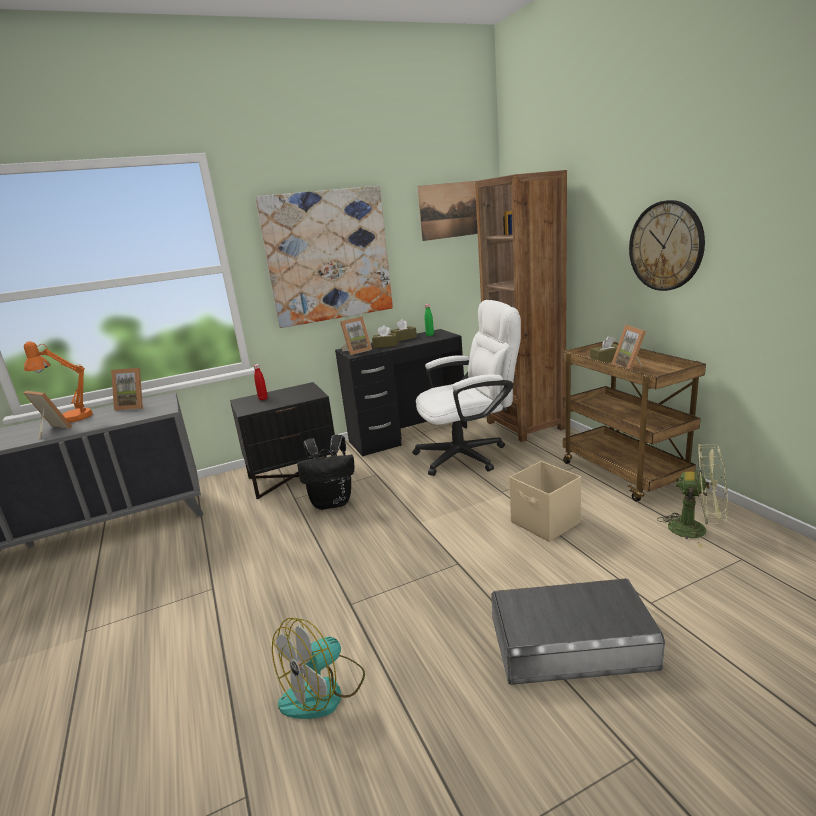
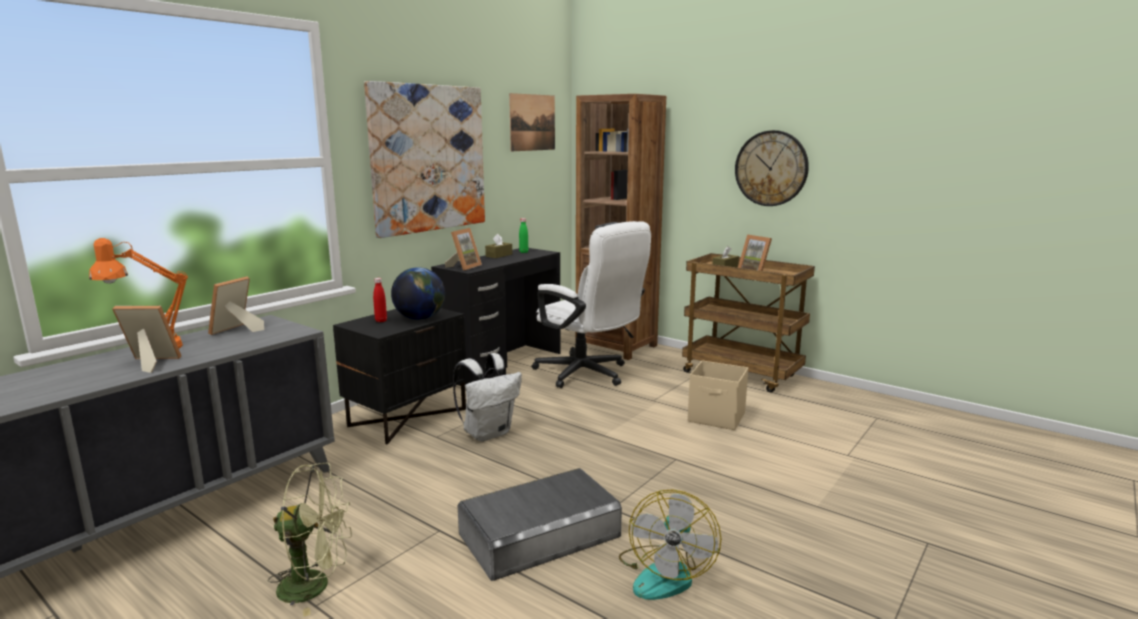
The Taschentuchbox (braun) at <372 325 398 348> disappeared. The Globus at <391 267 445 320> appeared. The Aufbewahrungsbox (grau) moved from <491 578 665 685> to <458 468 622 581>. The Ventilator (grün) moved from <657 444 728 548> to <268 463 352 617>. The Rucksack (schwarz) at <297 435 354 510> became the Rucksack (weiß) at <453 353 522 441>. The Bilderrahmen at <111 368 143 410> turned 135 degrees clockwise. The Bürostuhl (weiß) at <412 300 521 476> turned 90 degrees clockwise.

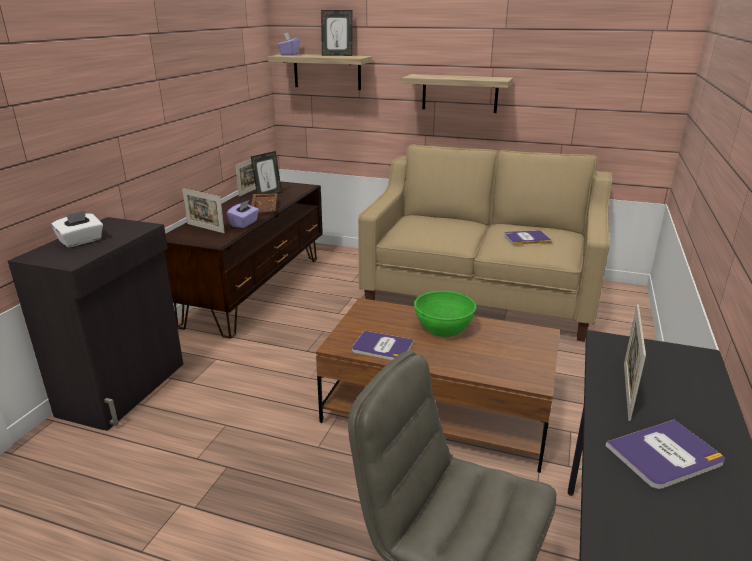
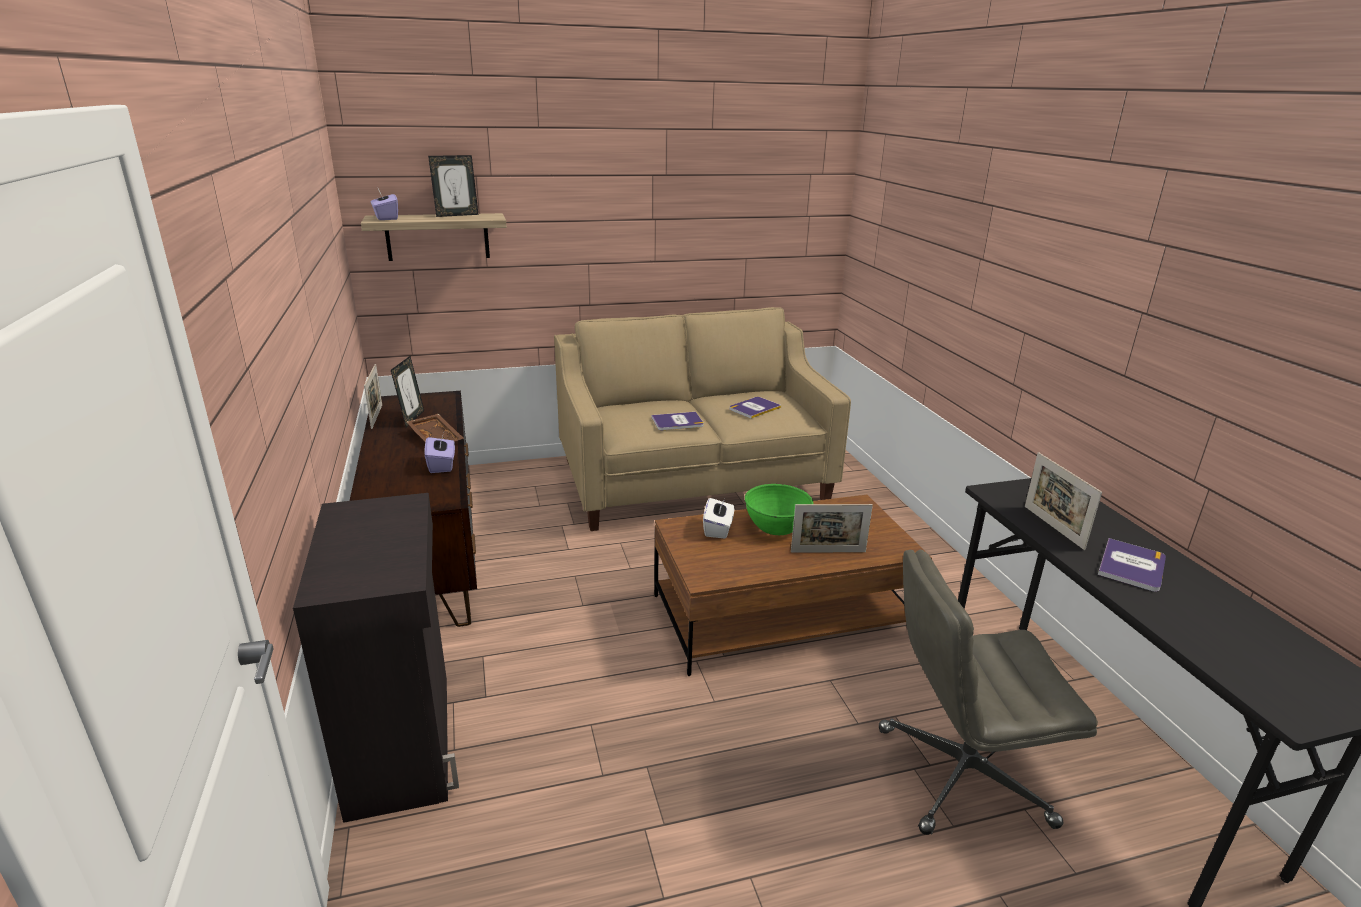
The Wandregal at <402 74 513 113> disappeared. The Taschentuchbox (weiß) moved from <51 211 103 248> to <703 498 735 539>. The Bilderrahmen moved from <182 188 225 233> to <791 504 873 553>. The Buch moved from <352 330 414 360> to <652 412 704 430>.

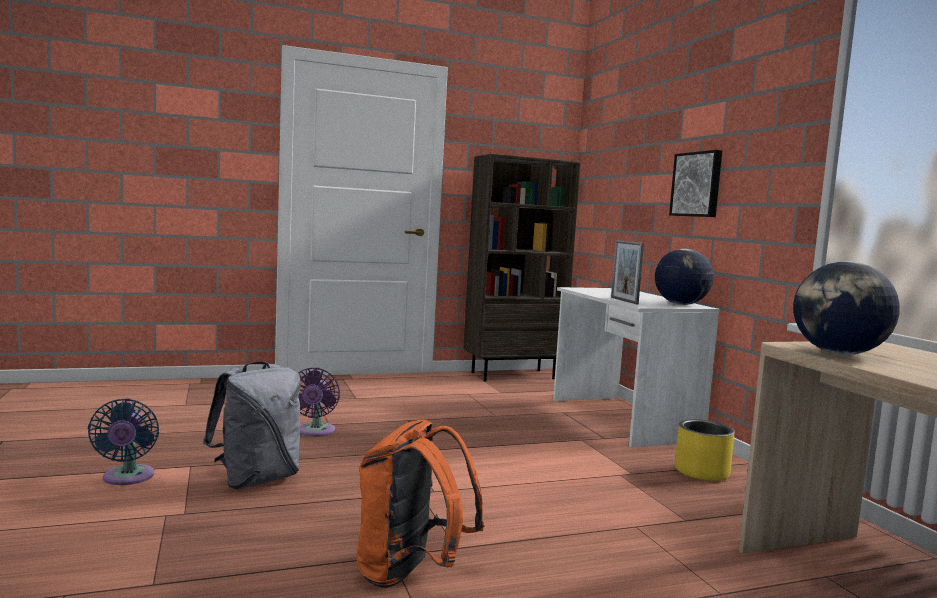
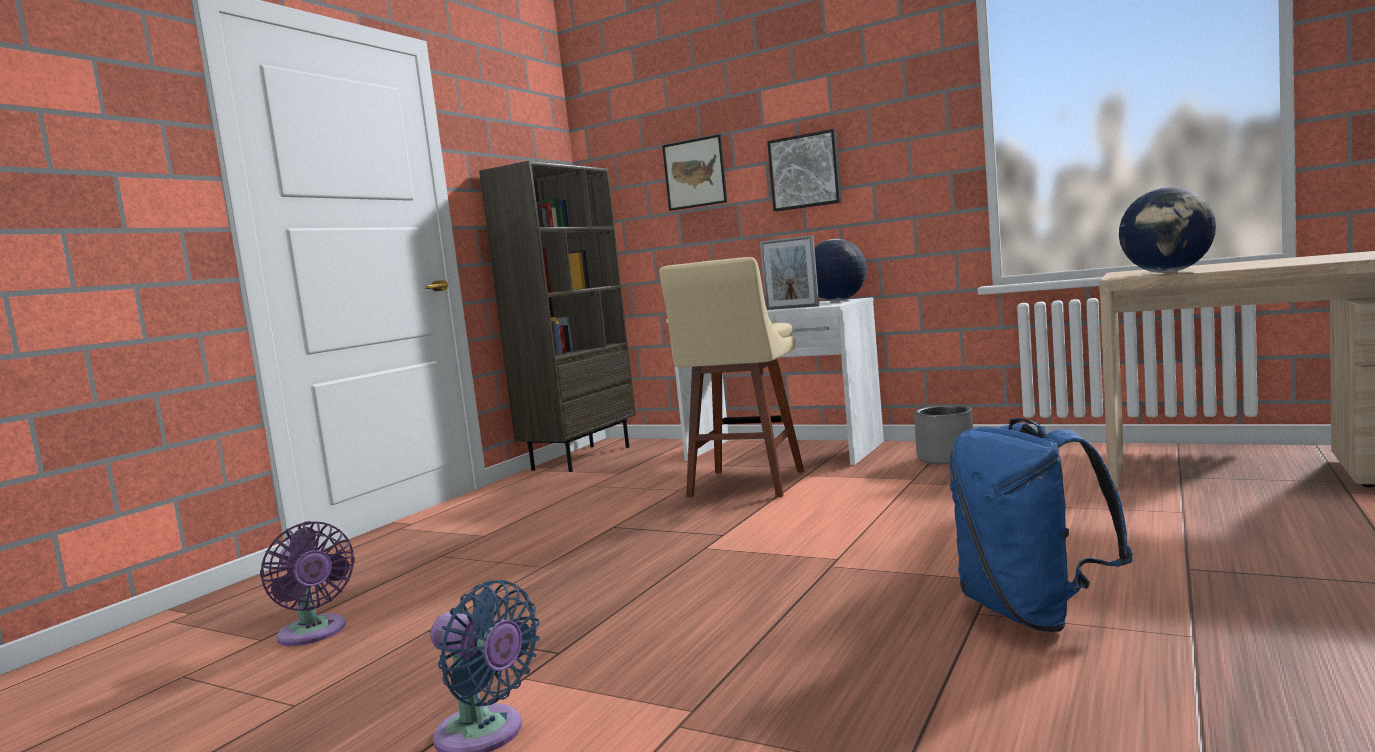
The Rucksack (grau) at <203 361 301 489> disappeared. The Hocker (beige) at <659 257 804 497> appeared. The Bild at <662 134 727 211> appeared. The Ventilator (lila) moved from <298 367 340 437> to <260 521 355 646>. The Rucksack (orange) at <357 419 485 588> became the Rucksack (blau) at <949 418 1133 632>. The Pflanzkübel (gelb) at <675 419 734 481> became the Pflanzkübel (grau) at <914 405 973 465>.

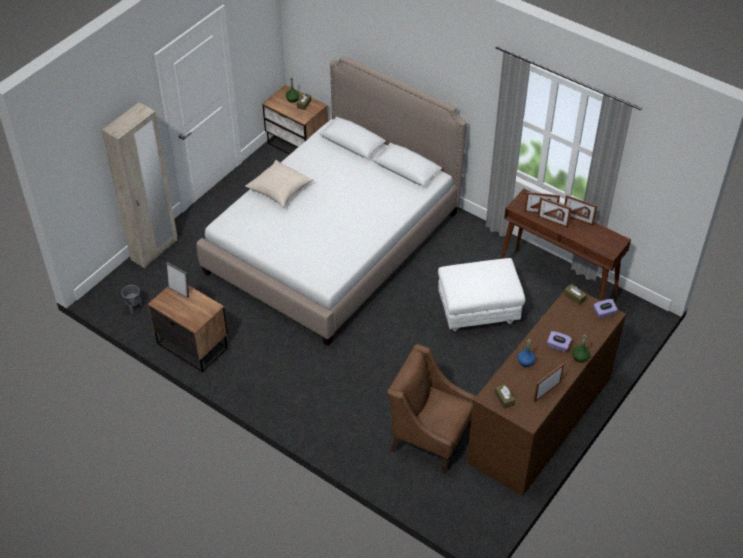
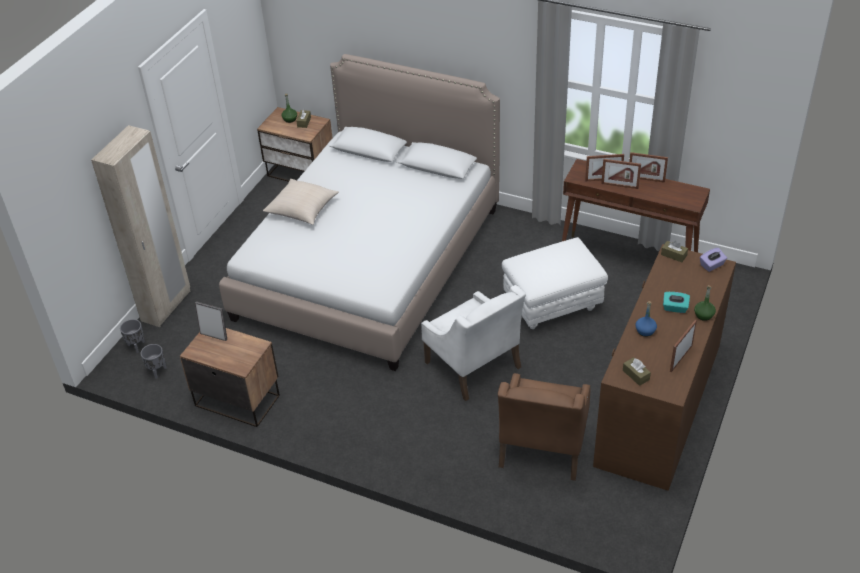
The Pflanzkübel (grau) at <120 319 145 353> appeared. The Sessel (weiß) at <421 285 526 401> appeared. The Taschentuchbox (lila) at <547 331 572 352> became the Taschentuchbox (türkis) at <663 292 690 313>. The Sessel (braun) at <387 344 476 474> turned 90 degrees counterclockwise.

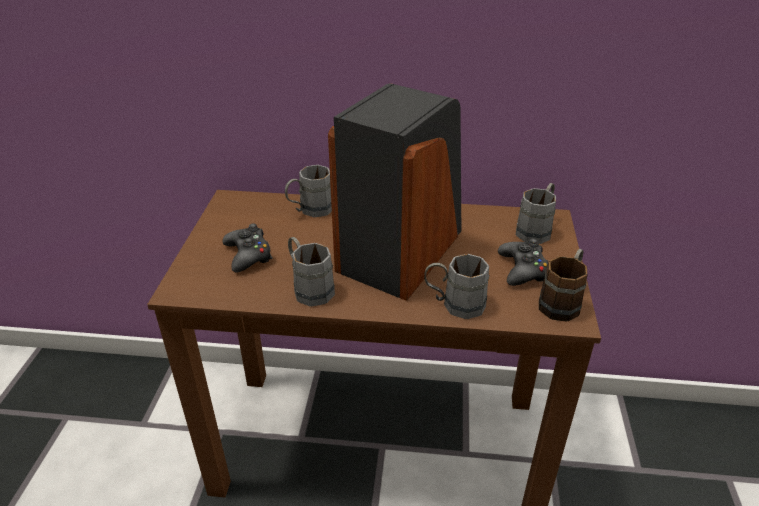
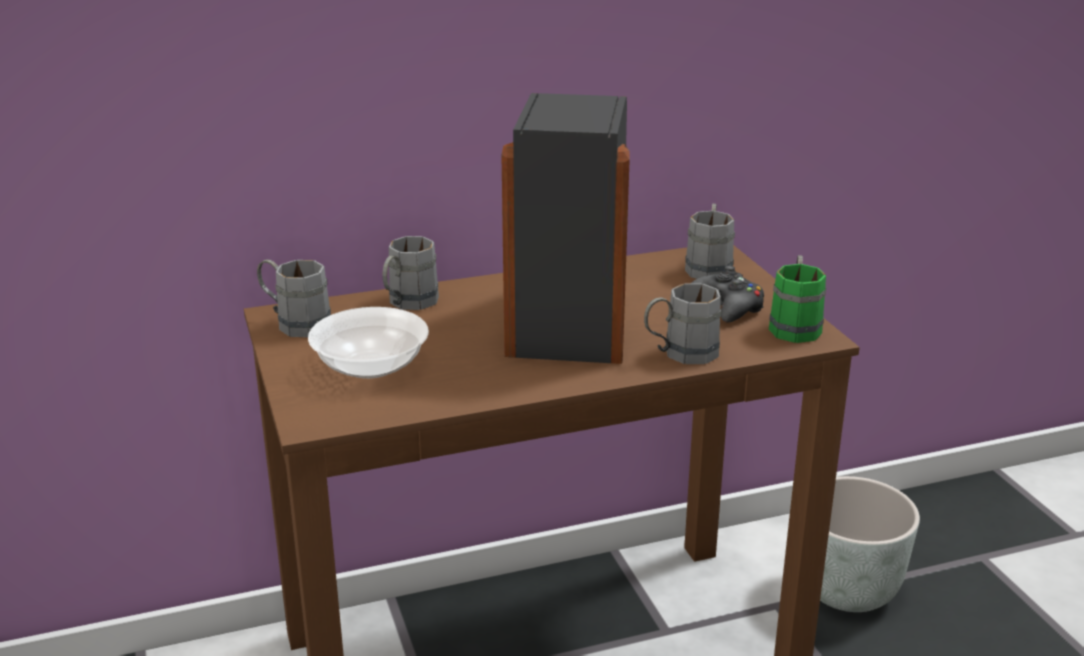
The Pflanzkübel (grau) at <820 476 920 612> appeared. The Henkelbecher (grau) moved from <288 237 335 307> to <257 259 331 337>. The Gamepad (schwarz) at <223 223 273 273> was replaced by the Schüssel at <308 307 429 379>. The Henkelbecher (braun) at <539 249 588 322> became the Henkelbecher (grün) at <769 255 826 343>.

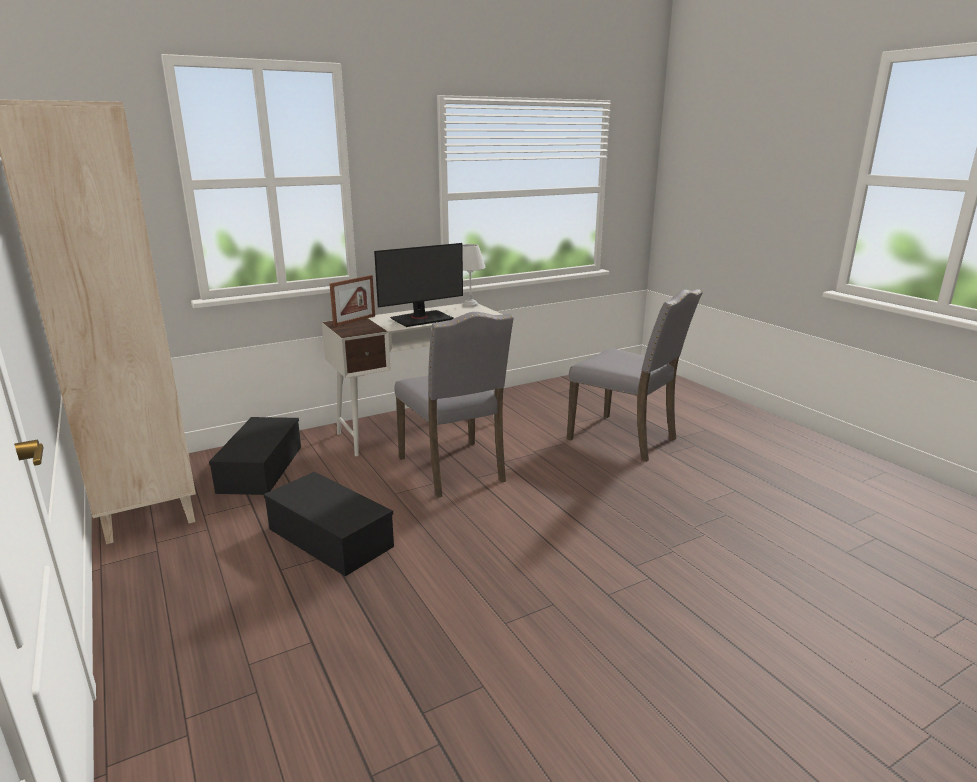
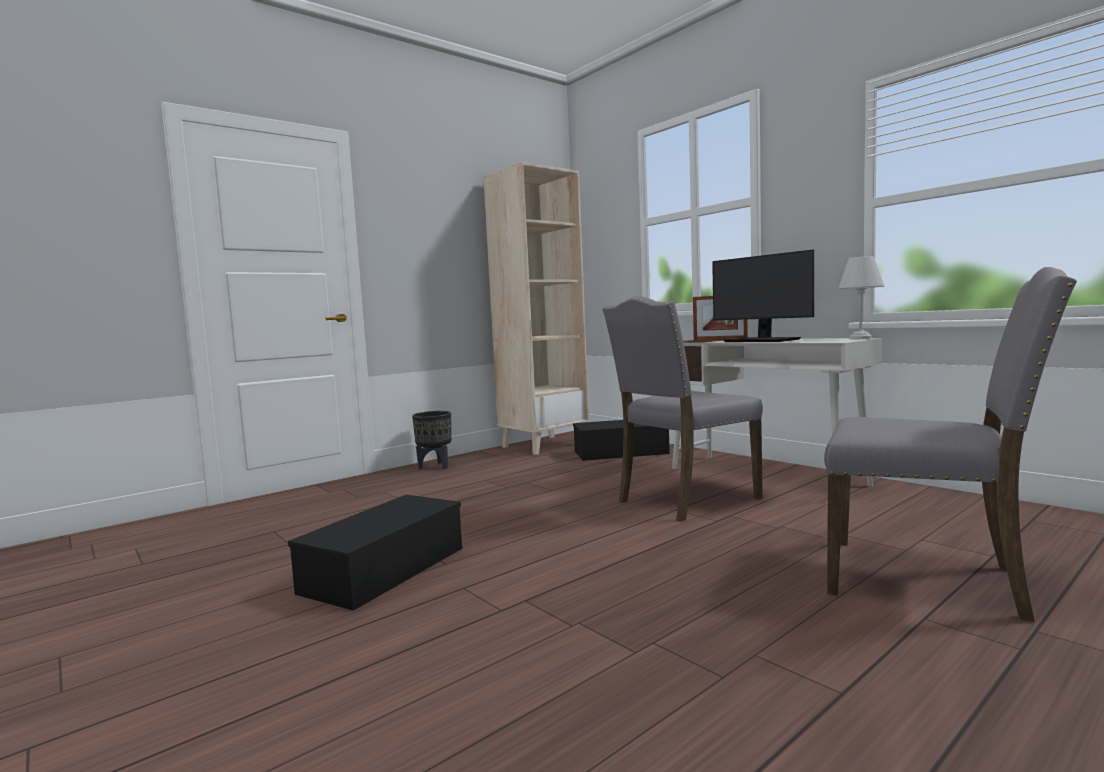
The Pflanzkübel (schwarz) at <412 411 452 469> appeared. The Aufbewahrungsbox (schwarz) moved from <264 472 394 576> to <288 495 462 611>. The Stuhl (grau) at <567 289 703 462> turned 90 degrees counterclockwise.

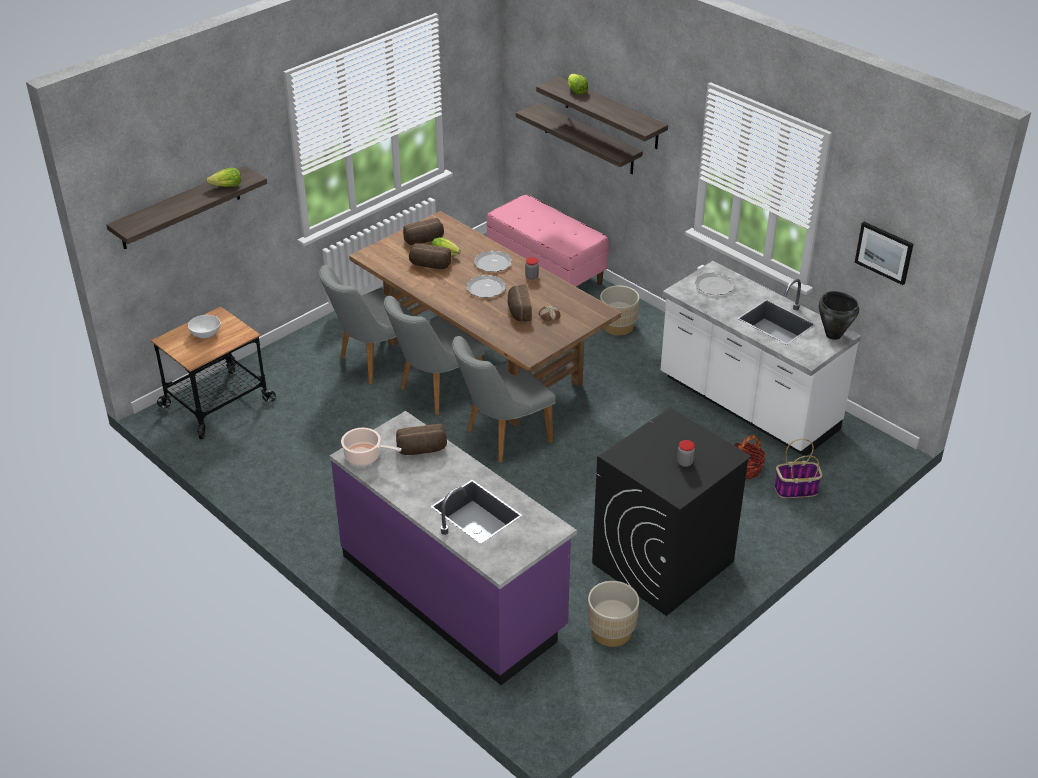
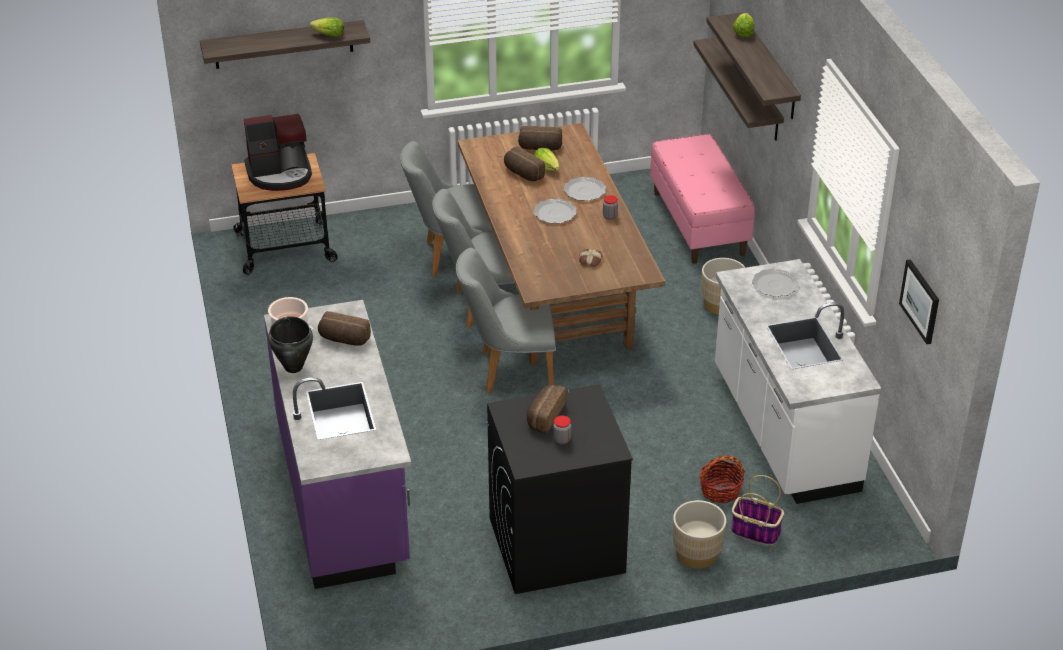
The Brot moved from <508 285 532 321> to <527 385 566 434>. The Pflanzkübel (beige) moved from <588 581 639 647> to <673 500 726 569>. The Kochtopf (schwarz) moved from <819 291 859 340> to <268 316 313 373>. The Schüssel (weiß) at <188 315 221 338> was replaced by the Kaffeemaschine at <244 114 312 191>.

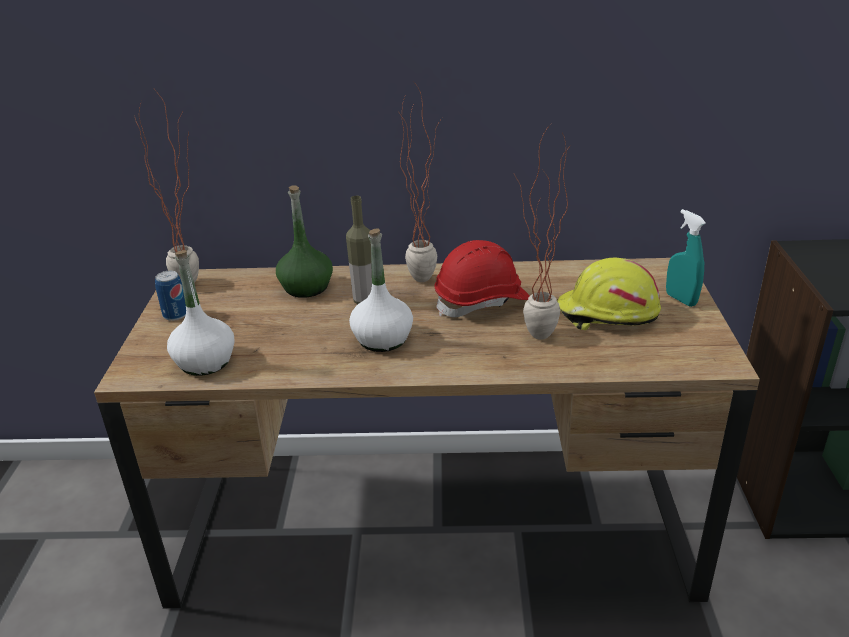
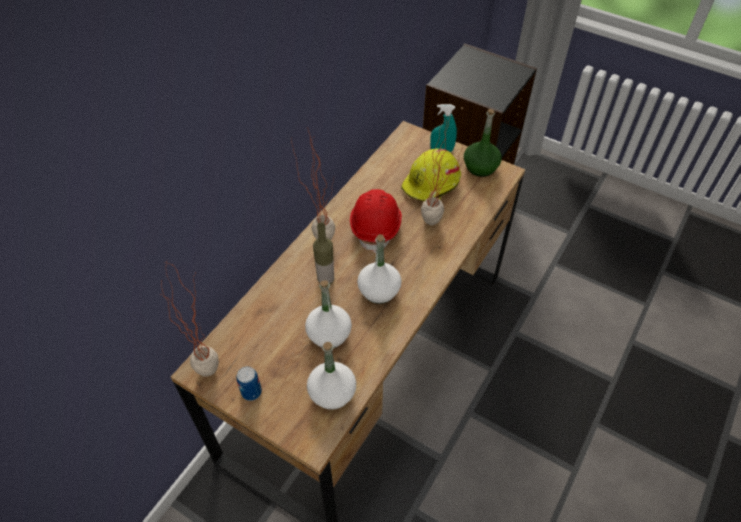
The Flasche (weiß) at <305 280 352 348> appeared. The Flasche (grün) moved from <276 186 333 298> to <464 109 502 177>.

